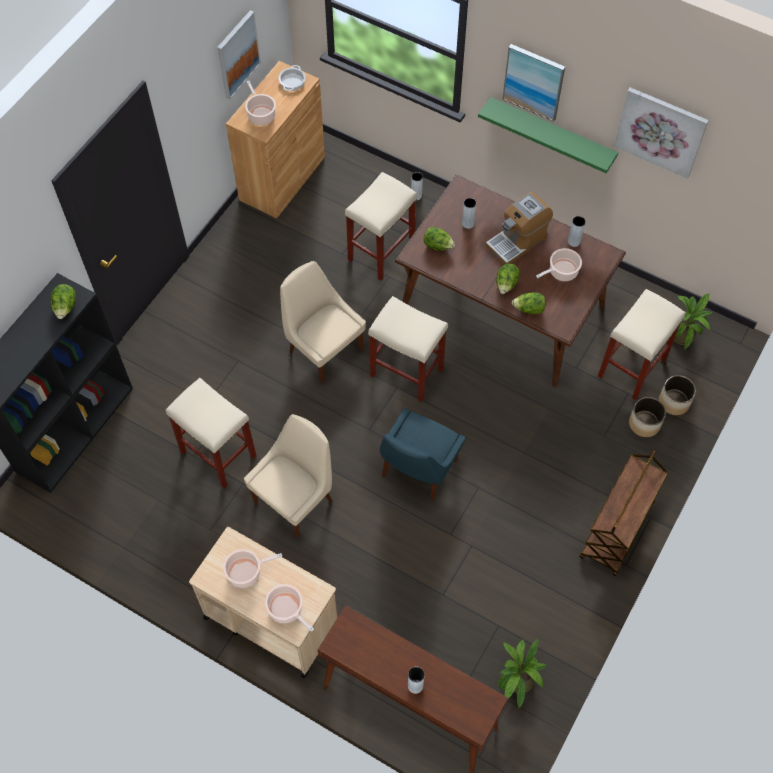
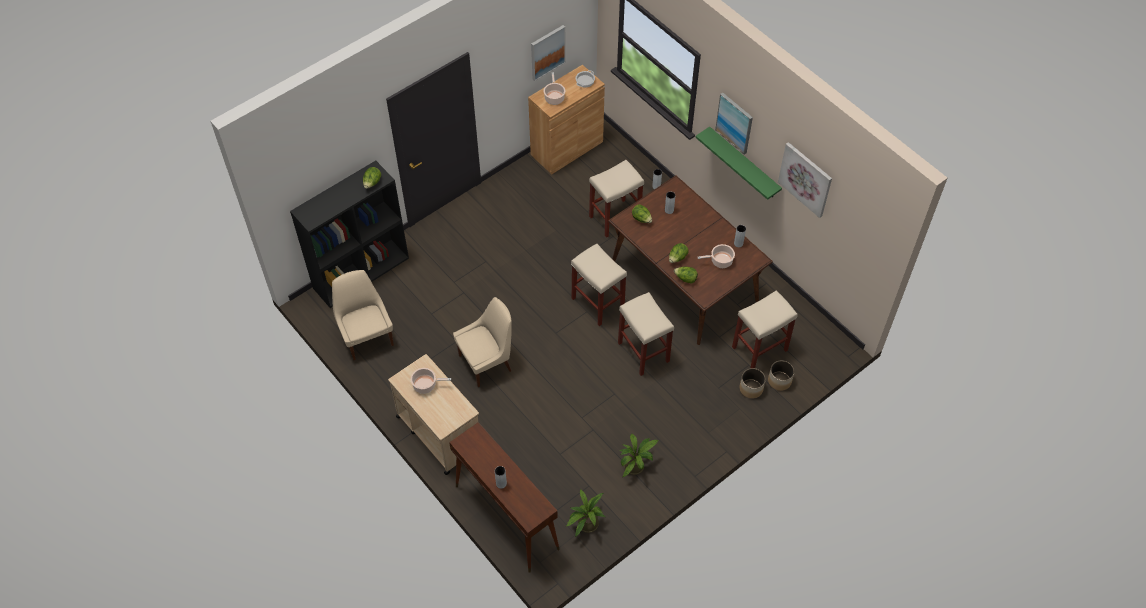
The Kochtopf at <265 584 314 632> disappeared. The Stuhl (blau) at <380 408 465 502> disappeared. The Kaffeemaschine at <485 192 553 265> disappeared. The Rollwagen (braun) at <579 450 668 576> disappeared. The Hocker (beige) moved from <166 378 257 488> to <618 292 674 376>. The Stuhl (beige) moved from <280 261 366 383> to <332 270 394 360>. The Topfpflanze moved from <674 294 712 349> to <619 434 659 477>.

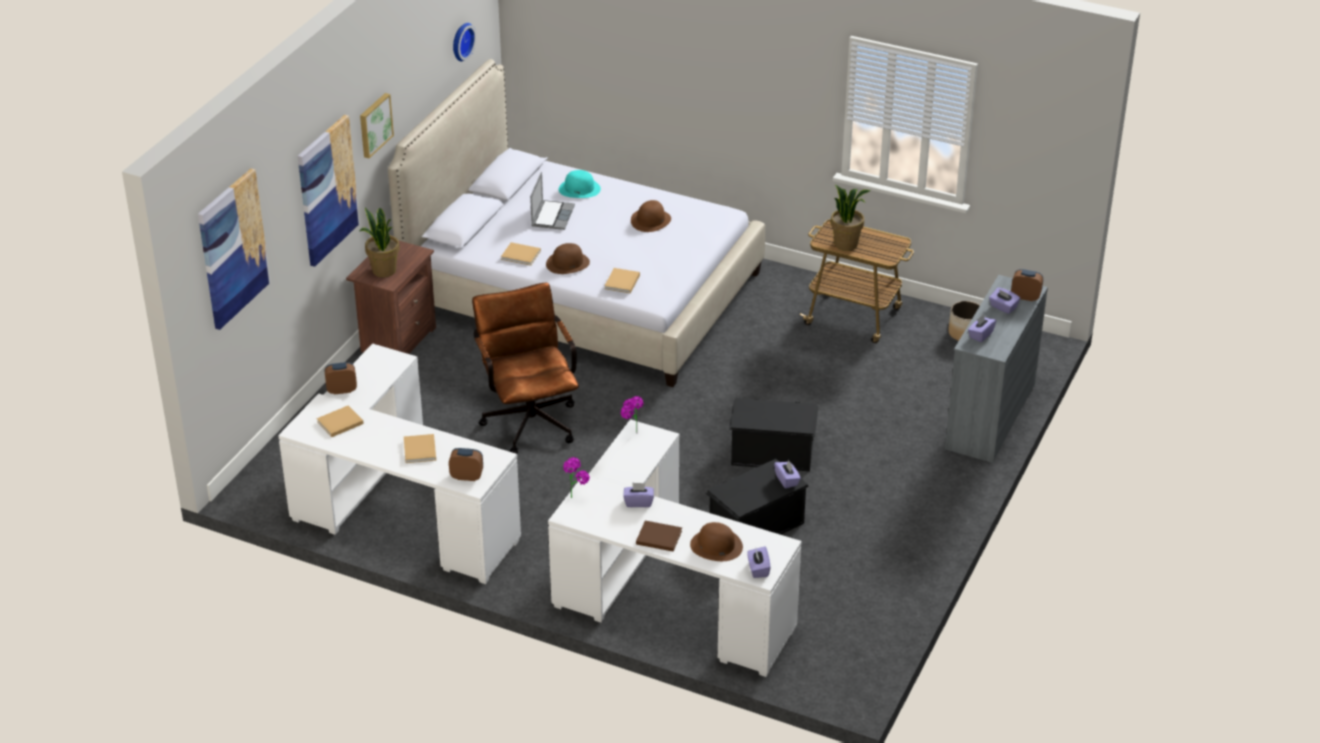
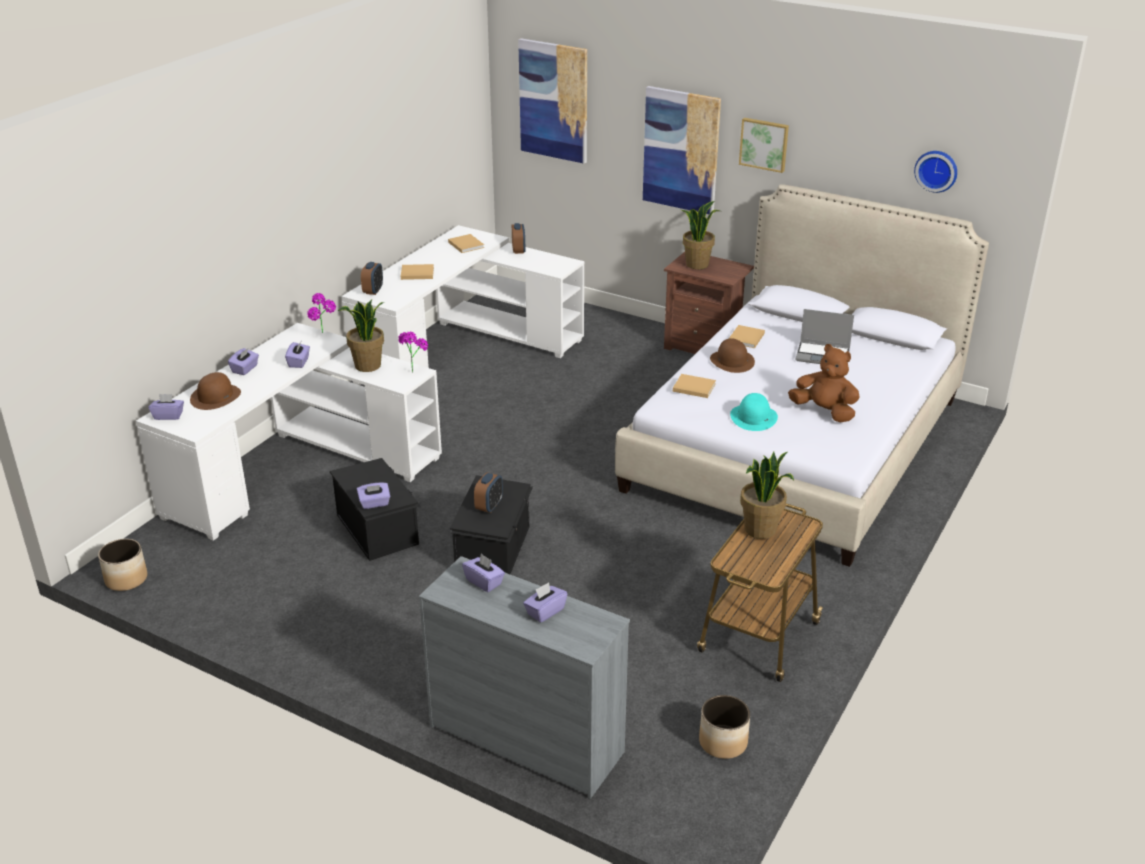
The Bürostuhl (braun) at <472 282 579 454> disappeared. The Pflanzkübel at <98 539 147 591> appeared. The Topfpflanze at <338 300 384 372> appeared. The Hut (türkis) moved from <559 170 601 198> to <730 393 778 431>. The Wecker moved from <1011 269 1043 301> to <474 472 503 513>. The Hut (braun) at <631 200 671 232> was replaced by the Plüschtier (braun) at <788 344 860 423>. The Buch (braun) at <636 521 682 552> was replaced by the Taschentuchbox (lila) at <228 348 259 375>.

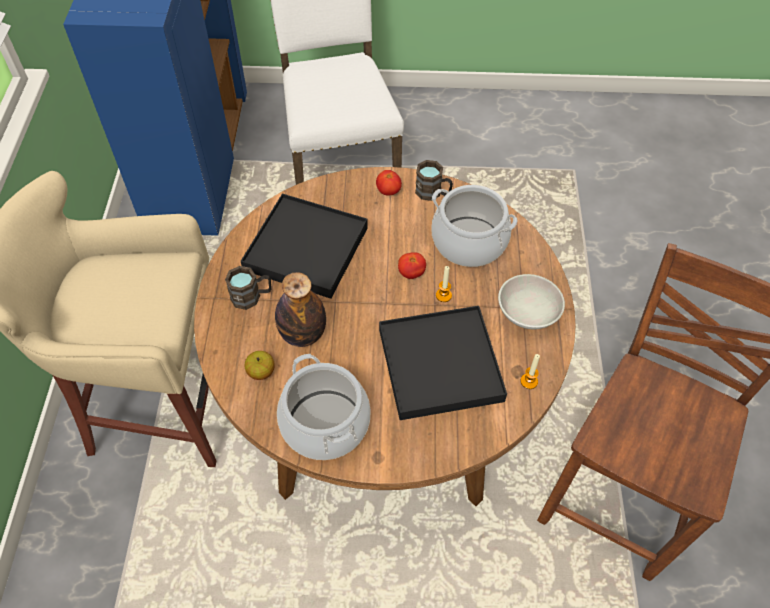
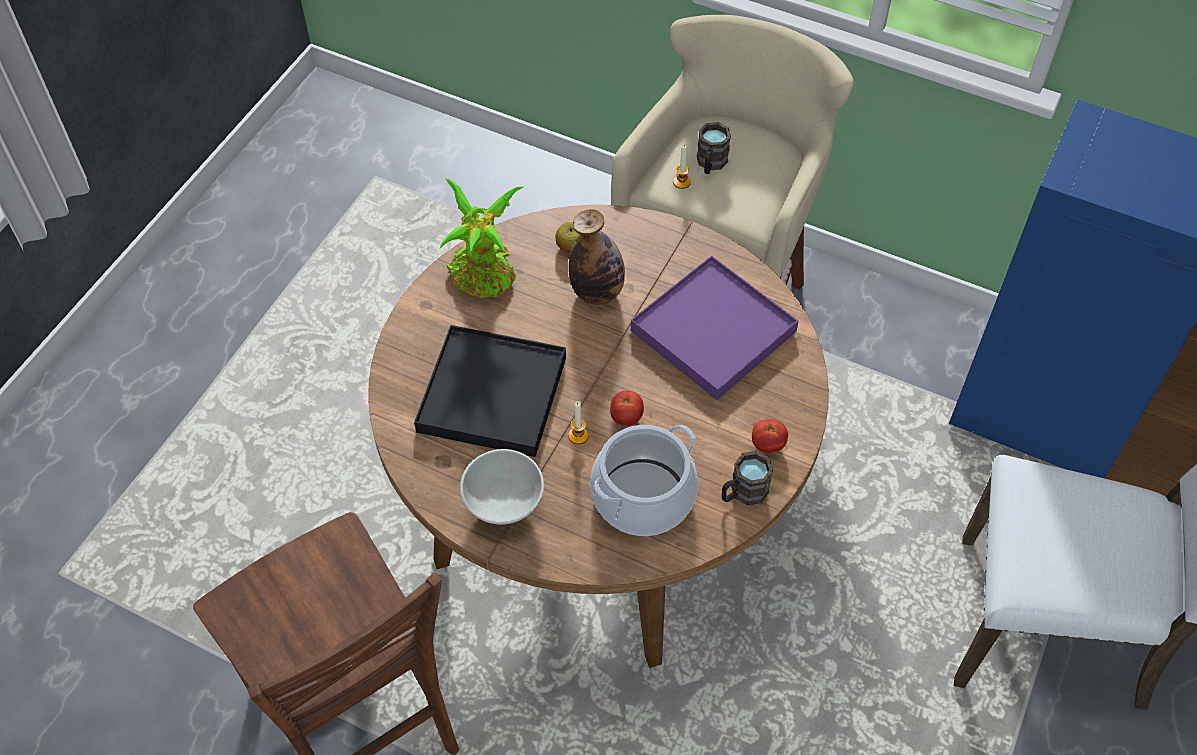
The Henkelbecher (braun) moved from <225 266 272 310> to <697 122 731 174>. The Kerze moved from <521 354 540 389> to <673 145 691 189>. The Kochtopf at <277 354 371 460> was replaced by the Topfpflanze at <440 178 523 298>. The Tablett (schwarz) at <241 194 368 299> became the Tablett (lila) at <631 256 799 400>.

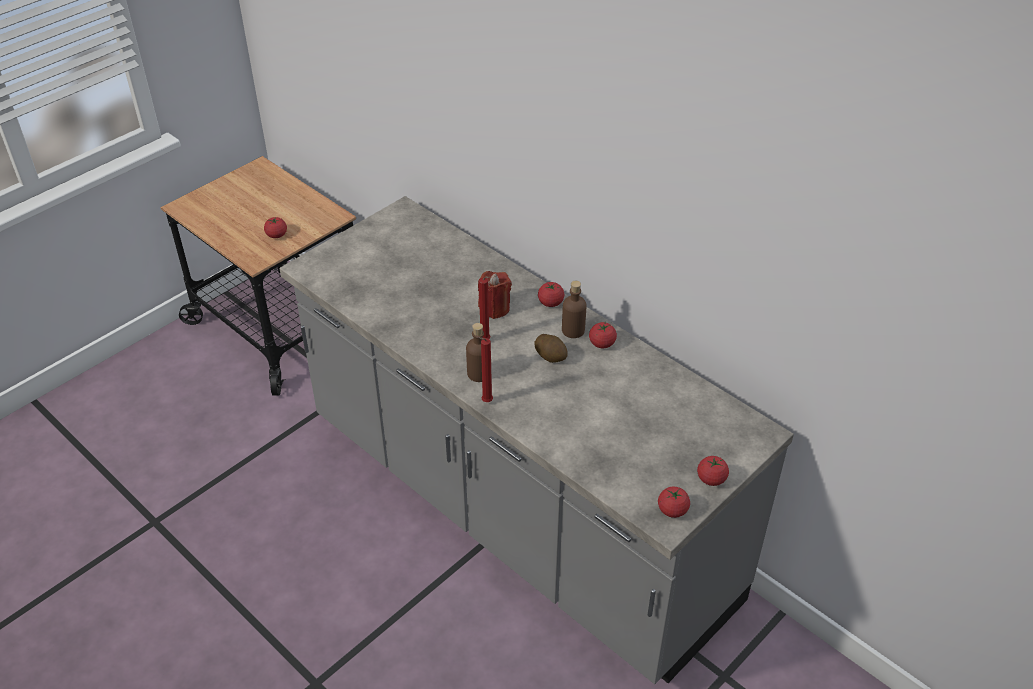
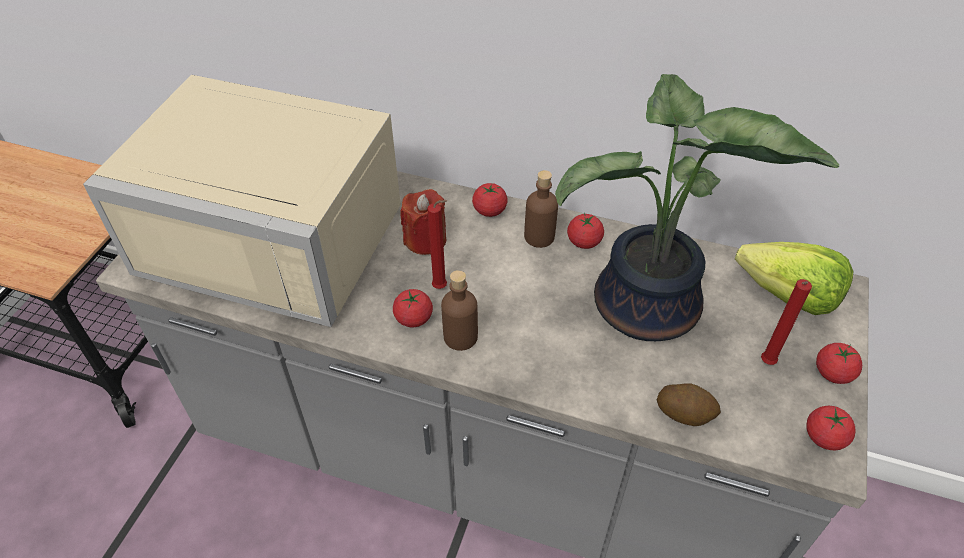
The Mikrowelle (beige) at <83 75 401 327> appeared. The Topfpflanze at <555 74 839 341> appeared. The Salatkopf at <735 242 853 315> appeared. The Tomate moved from <264 217 287 238> to <393 289 433 328>. The Kerze (rot) moved from <476 337 493 402> to <761 279 812 365>. The Kartoffel moved from <534 334 568 363> to <657 383 721 426>.

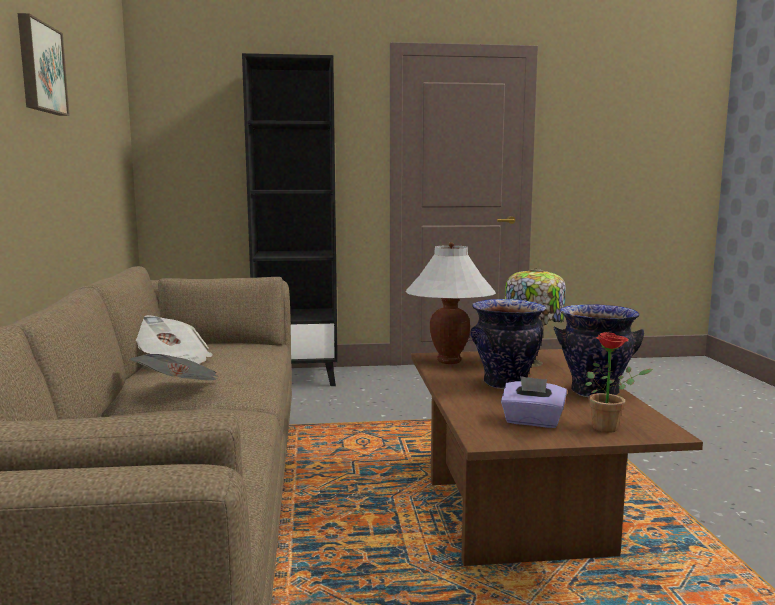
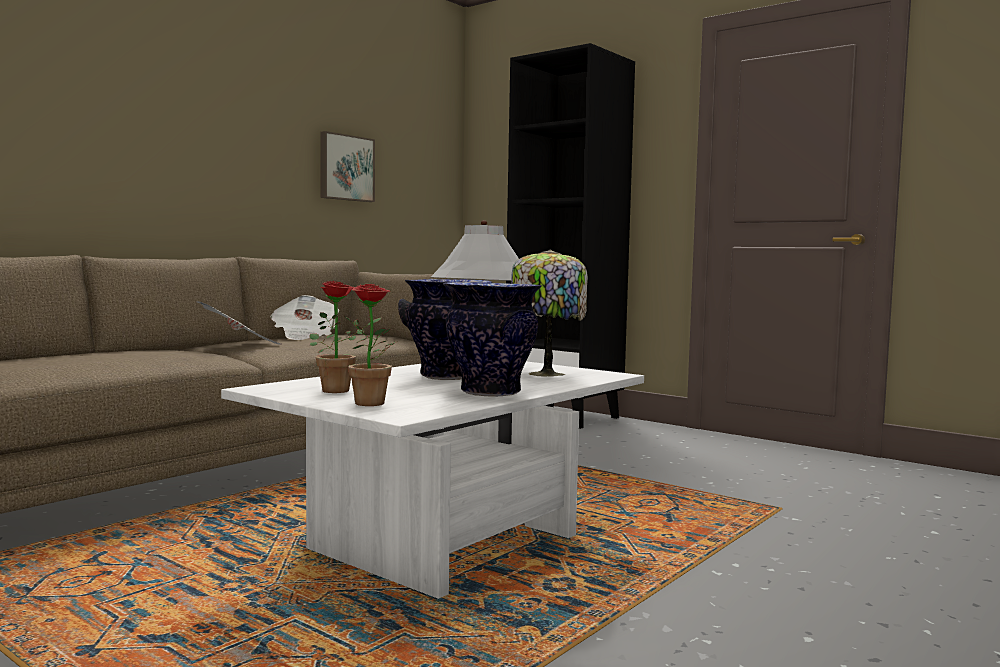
The Bild moved from <18 13 70 116> to <320 131 375 202>. The Taschentuchbox (lila) at <501 376 567 428> was replaced by the Topfpflanze at <309 281 381 393>. The Couchtisch (braun) at <411 349 703 566> became the Couchtisch (weiß) at <221 361 644 599>.

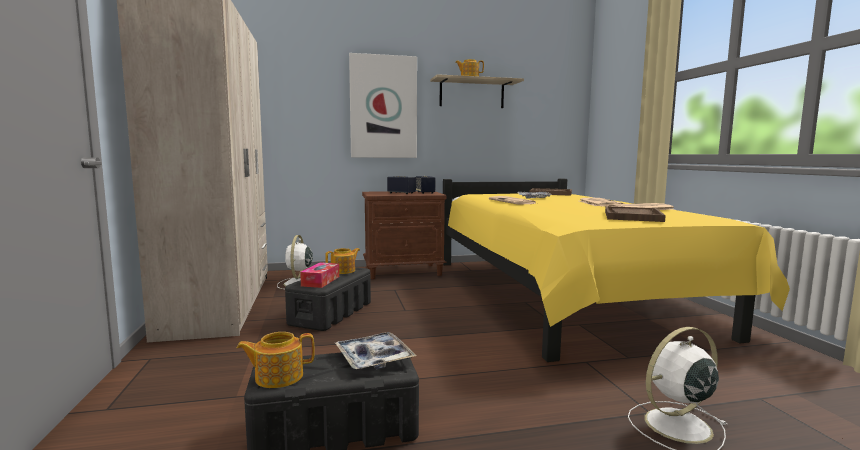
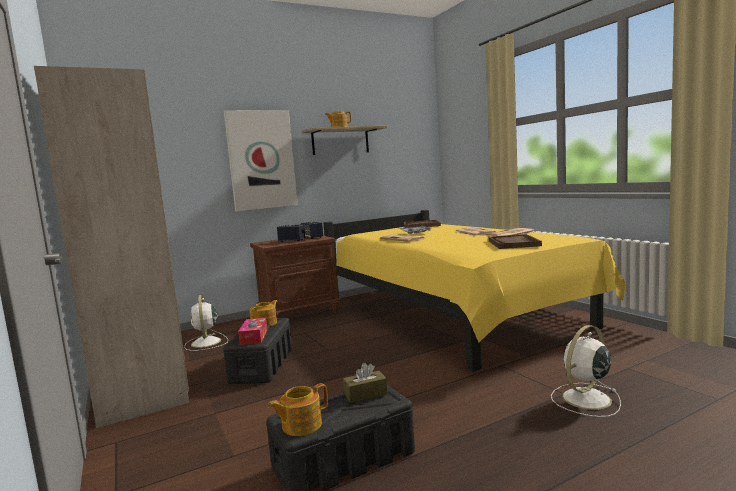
The Tablett at <335 332 417 370> was replaced by the Taschentuchbox (braun) at <343 363 388 403>.

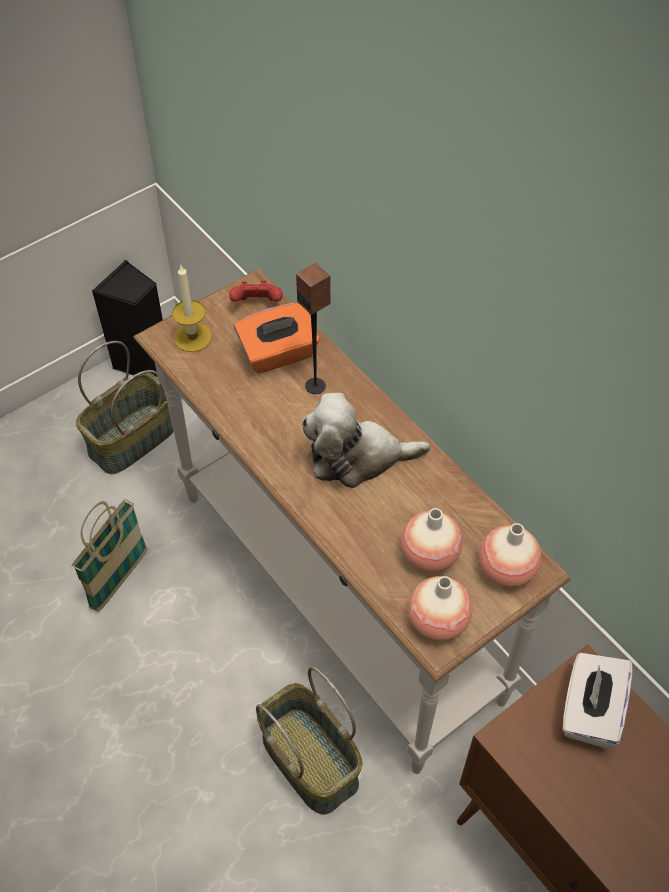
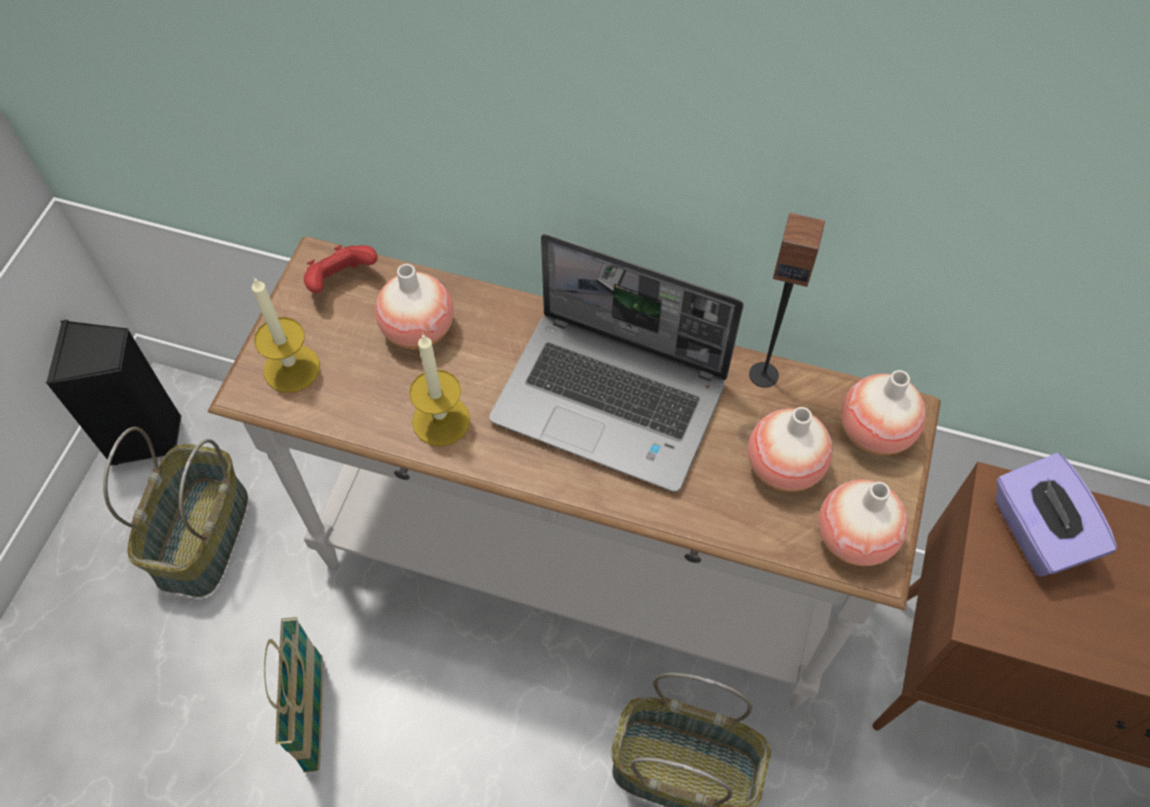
The Kerze at <409 333 470 446> appeared. The Lautsprecher moved from <296 263 331 394> to <749 212 825 388>. The Taschentuchbox (orange) at <234 303 320 374> was replaced by the Vase at <375 264 454 349>. The Plüschtier at <302 393 431 488> was replaced by the Laptop at <489 234 744 492>. The Taschentuchbox (weiß) at <563 653 632 748> became the Taschentuchbox (lila) at <996 453 1117 577>.

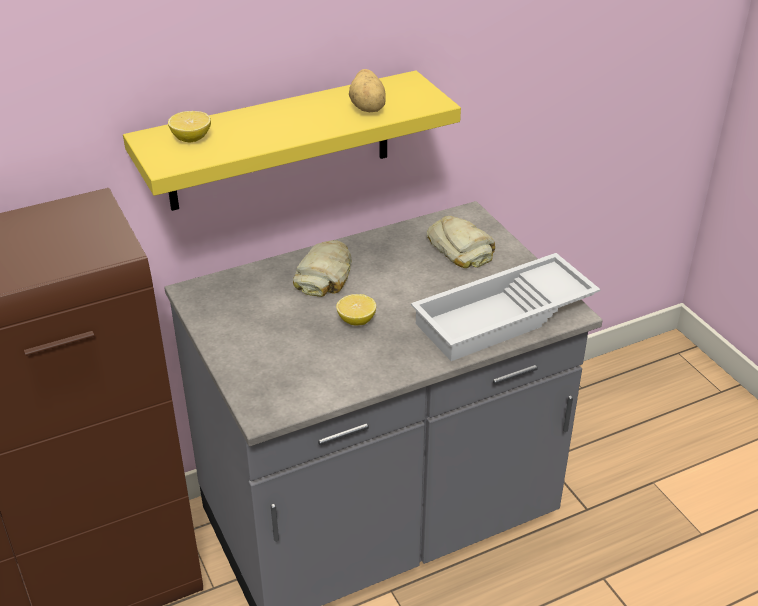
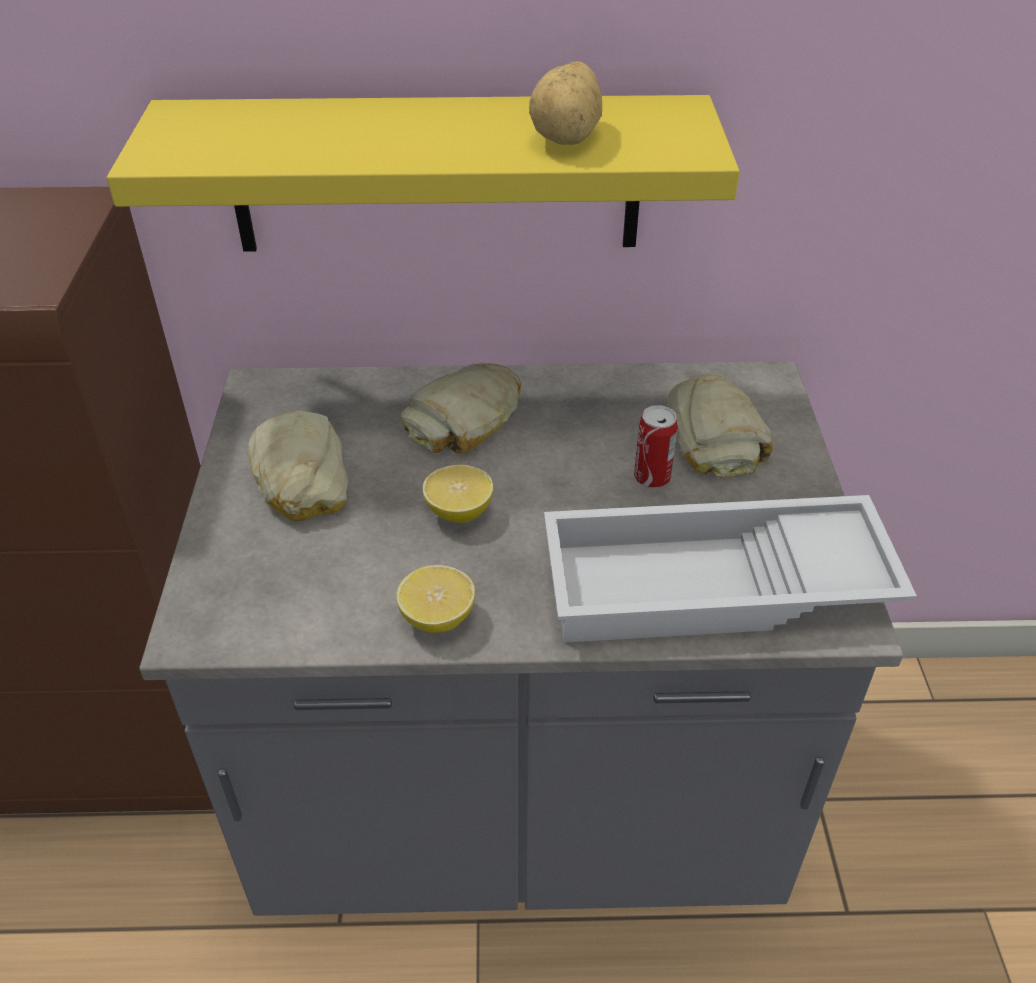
The Brot at <247 411 348 522> appeared. The Dose at <634 405 678 488> appeared. The Zitrone moved from <168 111 211 143> to <396 565 475 633>.

